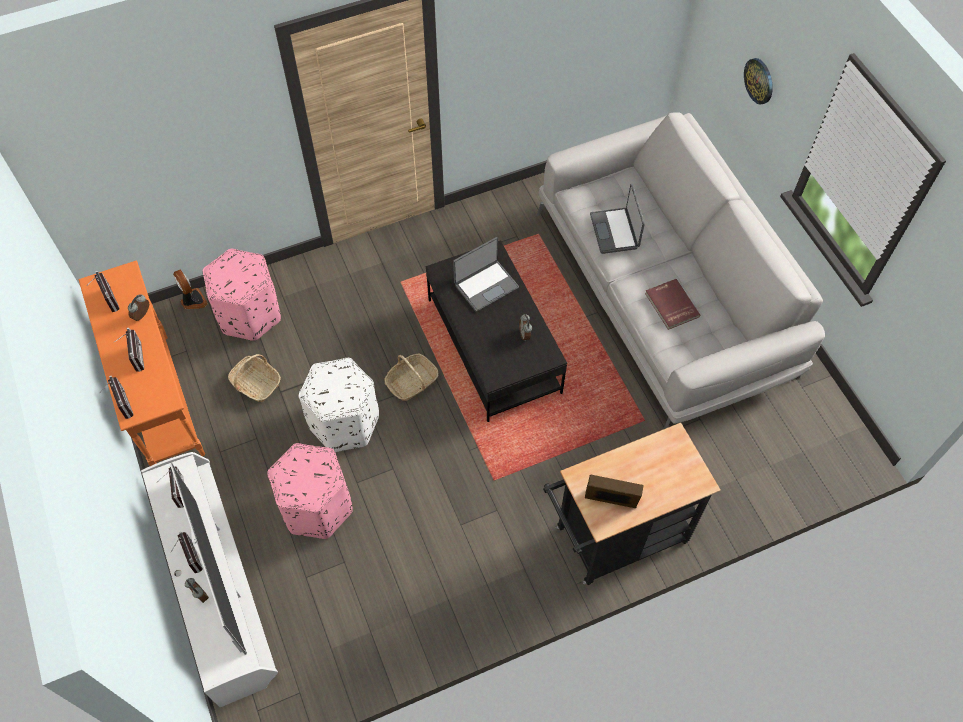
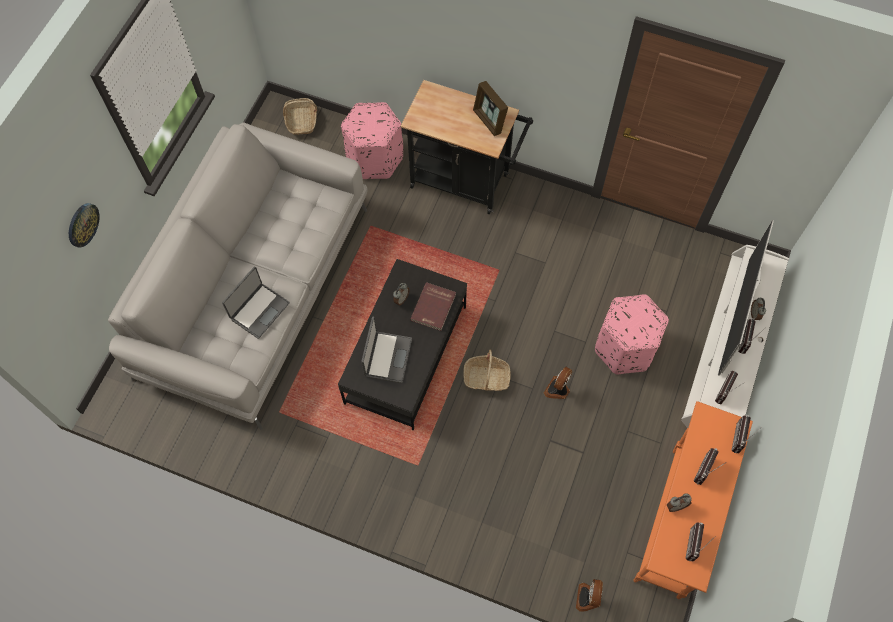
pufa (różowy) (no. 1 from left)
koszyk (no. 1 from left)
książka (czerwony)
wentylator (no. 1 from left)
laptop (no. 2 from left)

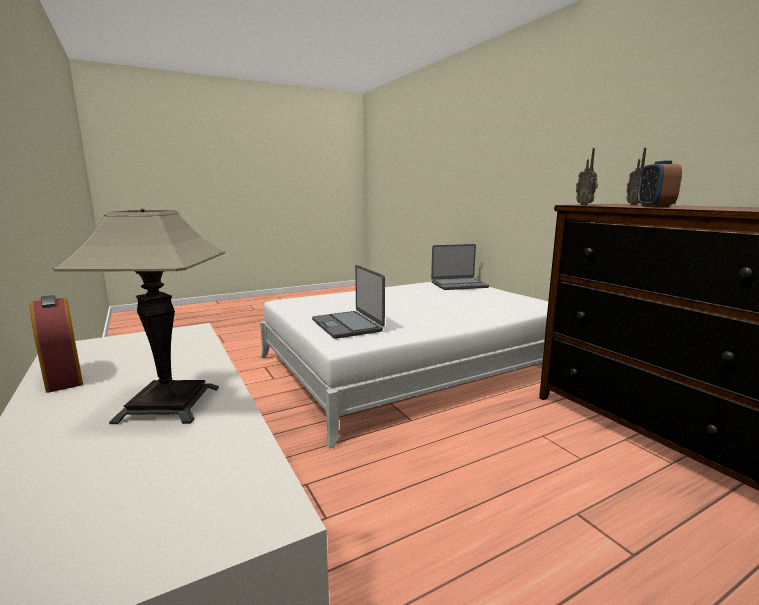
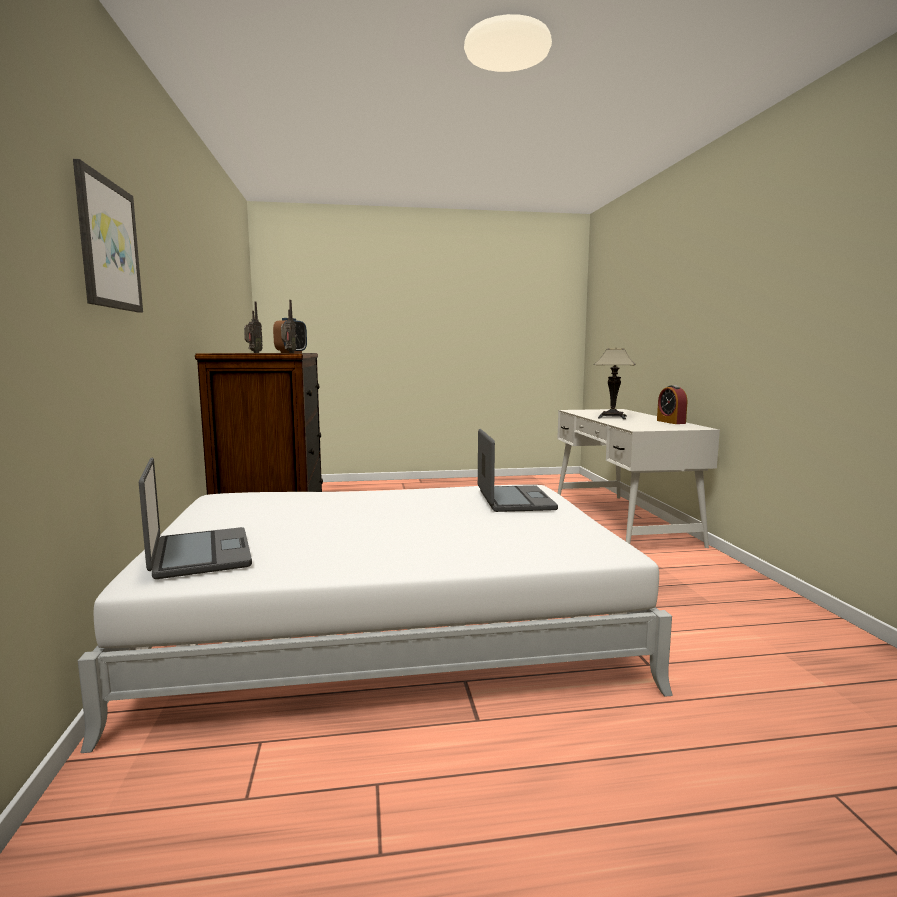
obraz
laptop (no. 1 from left)

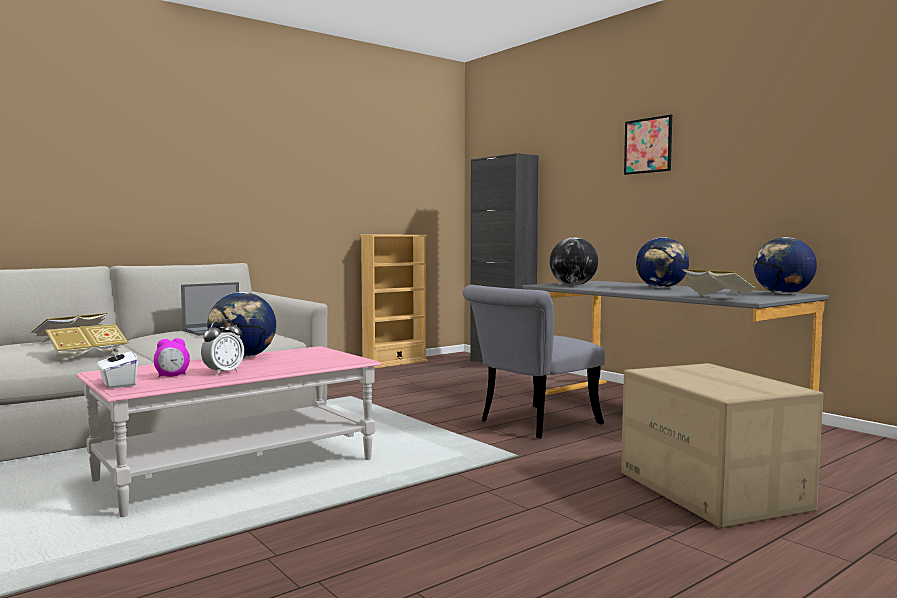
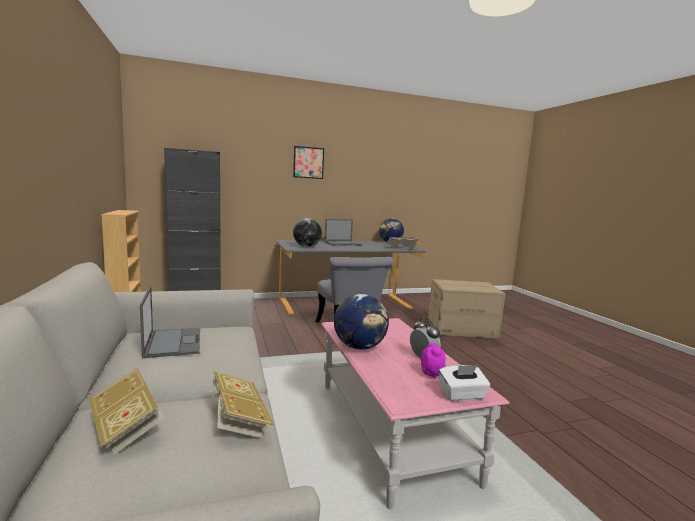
laptop (no. 2 from left)

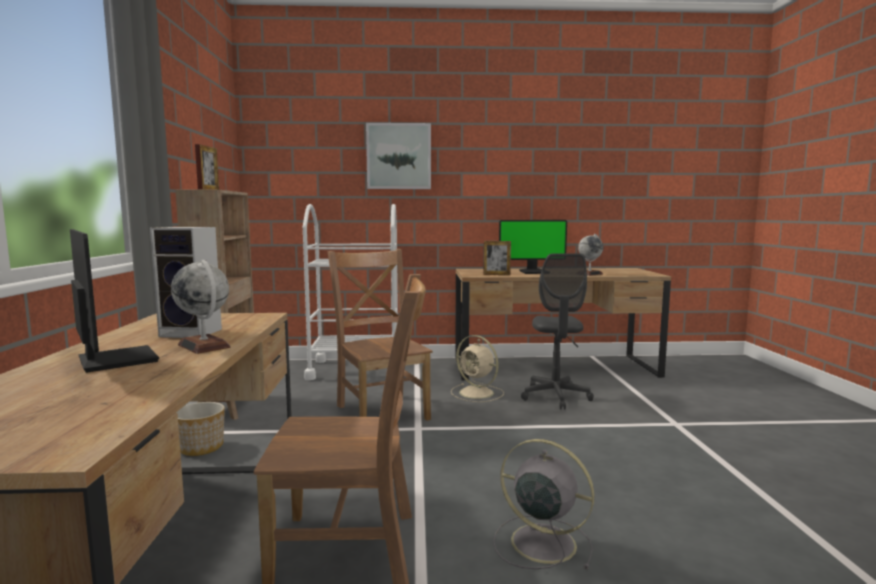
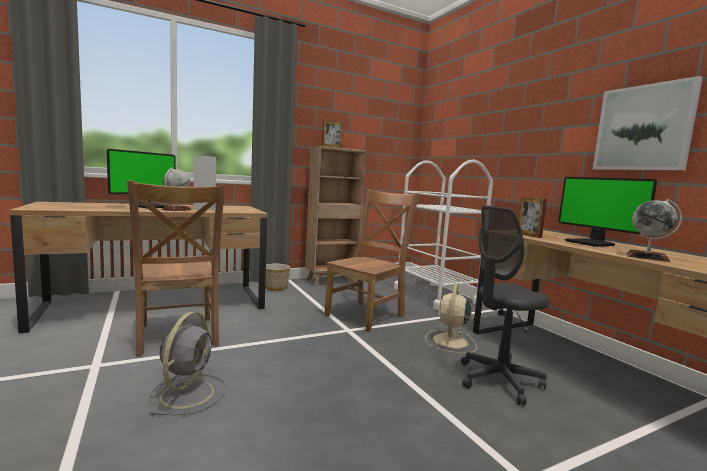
obraz

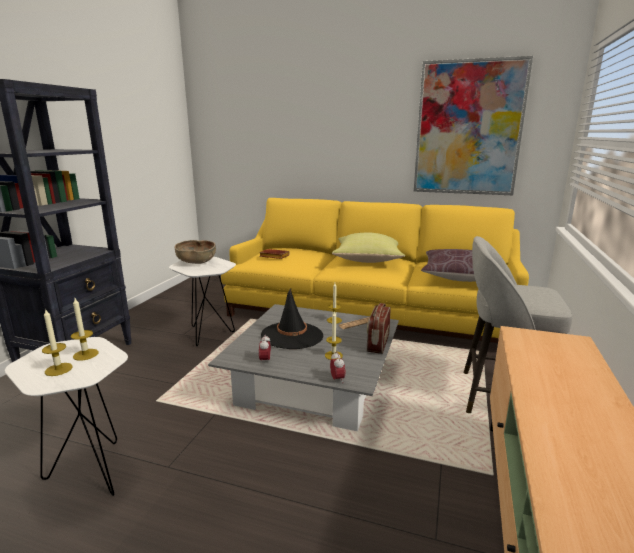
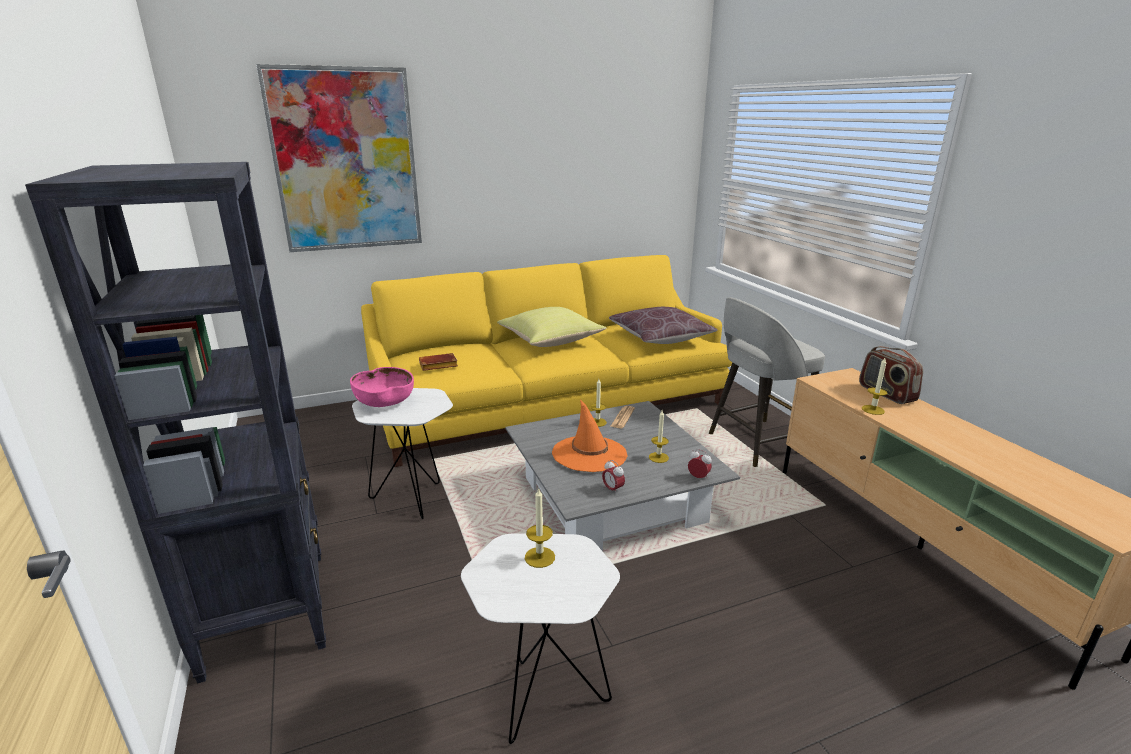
świeca (no. 4 from left)
radio
obraz
miska (różowy)
kapelusz (pomarańczowy)

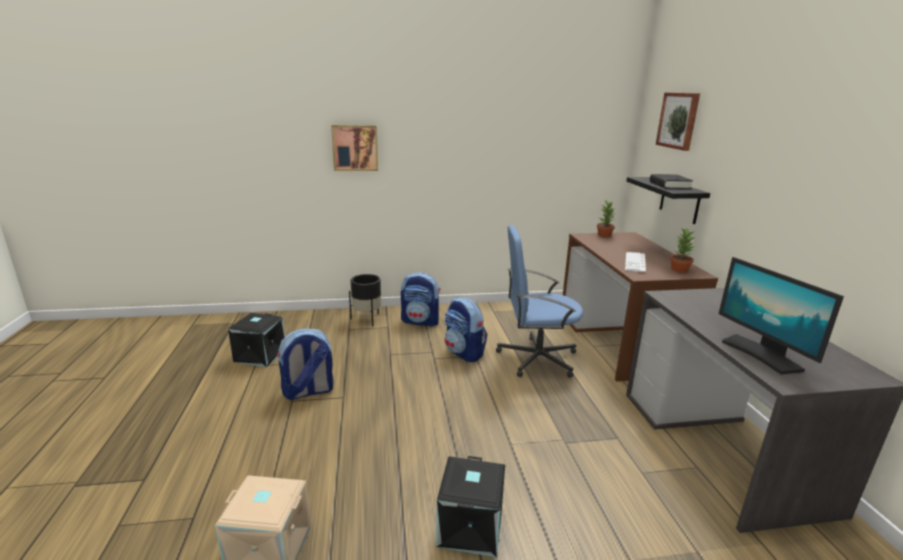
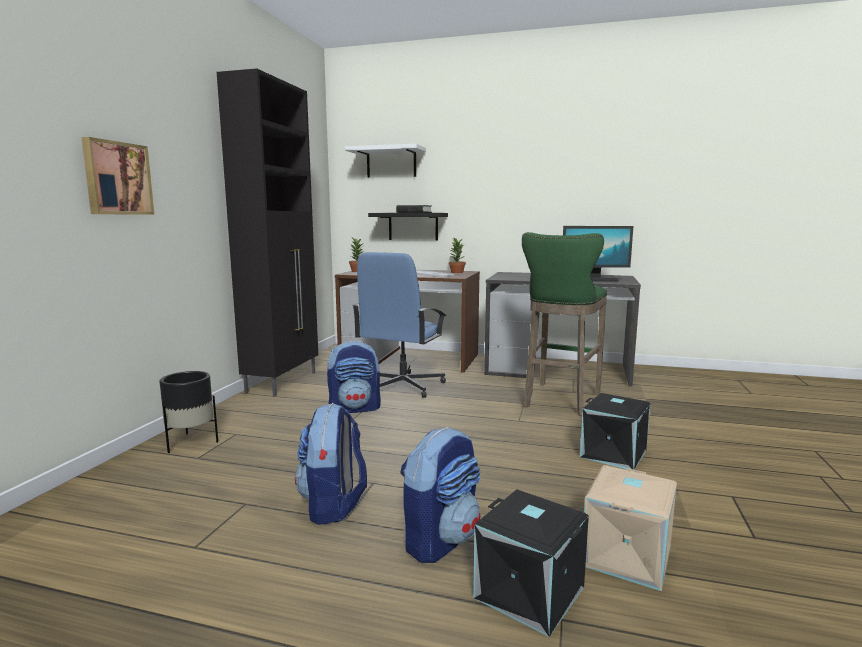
szafka (czarny)
stołek (zielony)
pojemnik do przechowywania (czarny) (no. 1 from left)
plecak (no. 3 from left)
półka (biały)

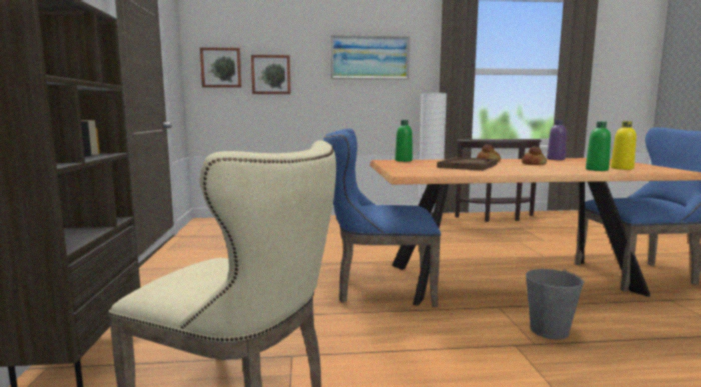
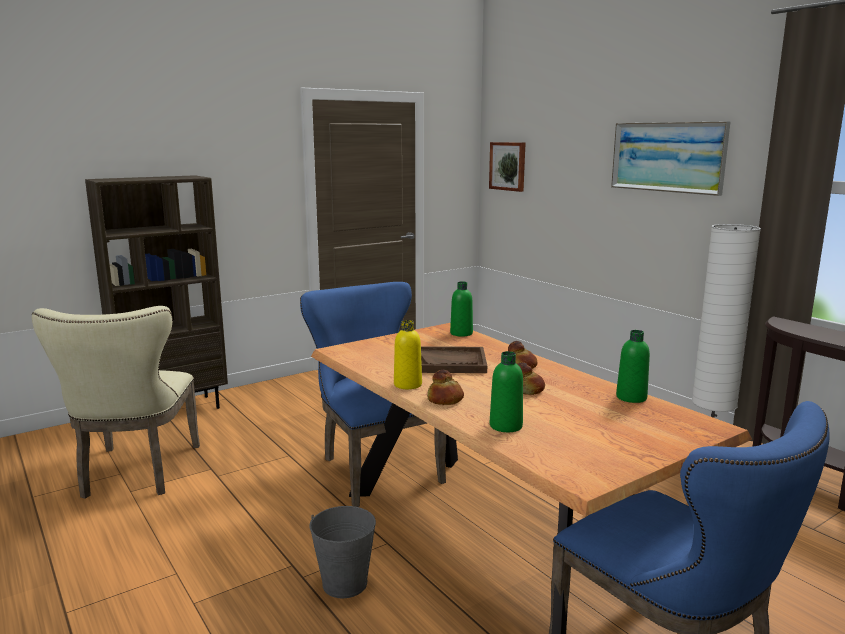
obraz (no. 2 from left in the first image)
chleb (no. 1 from left)
butelka (żółty)
butelka (zielony) (no. 3 from left)

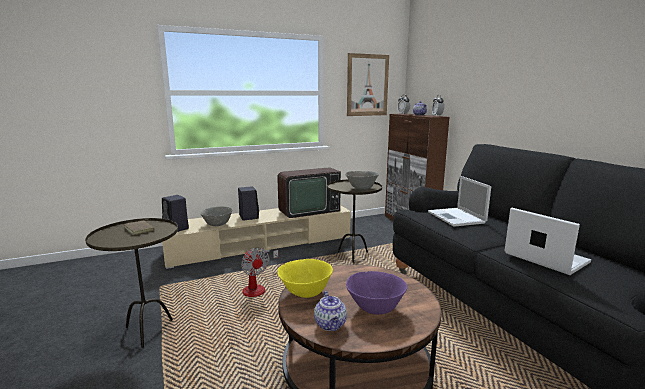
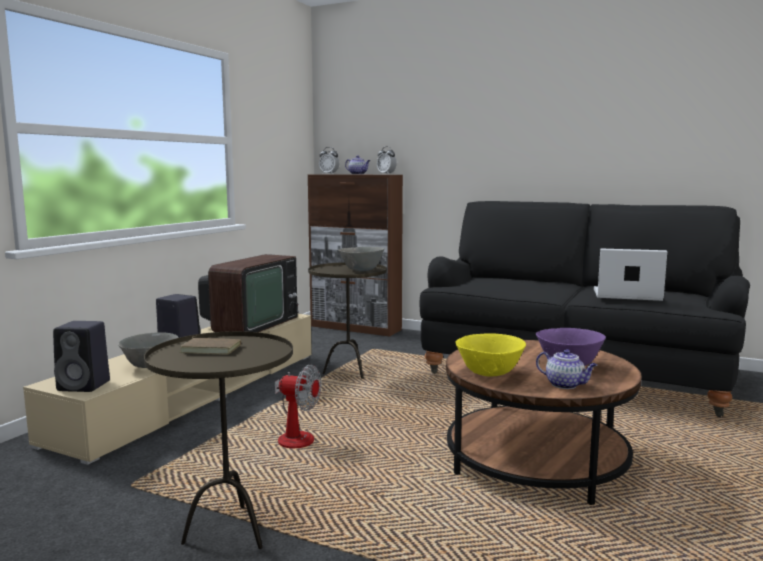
obraz
laptop (no. 1 from left in the first image)

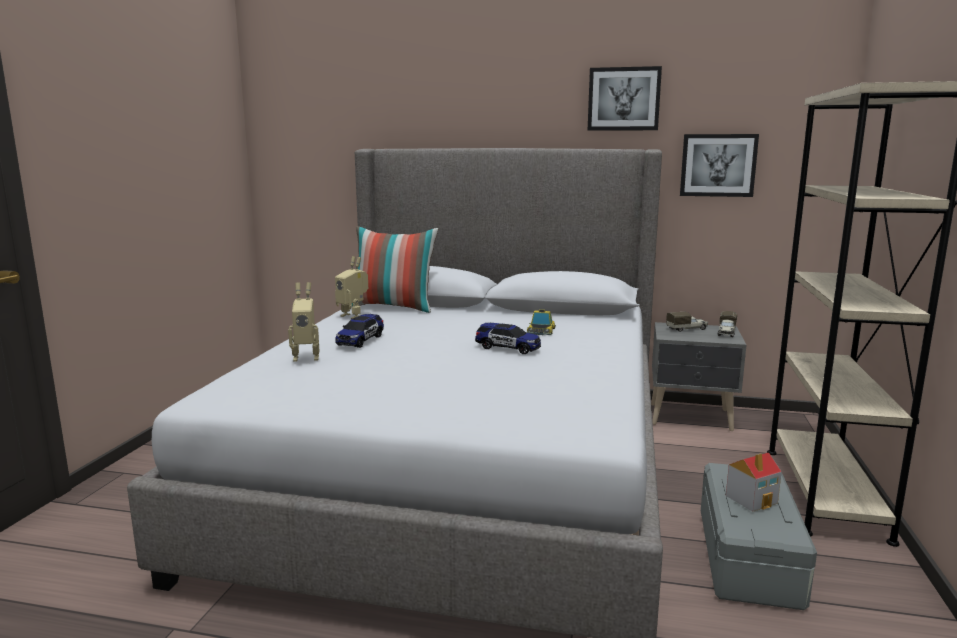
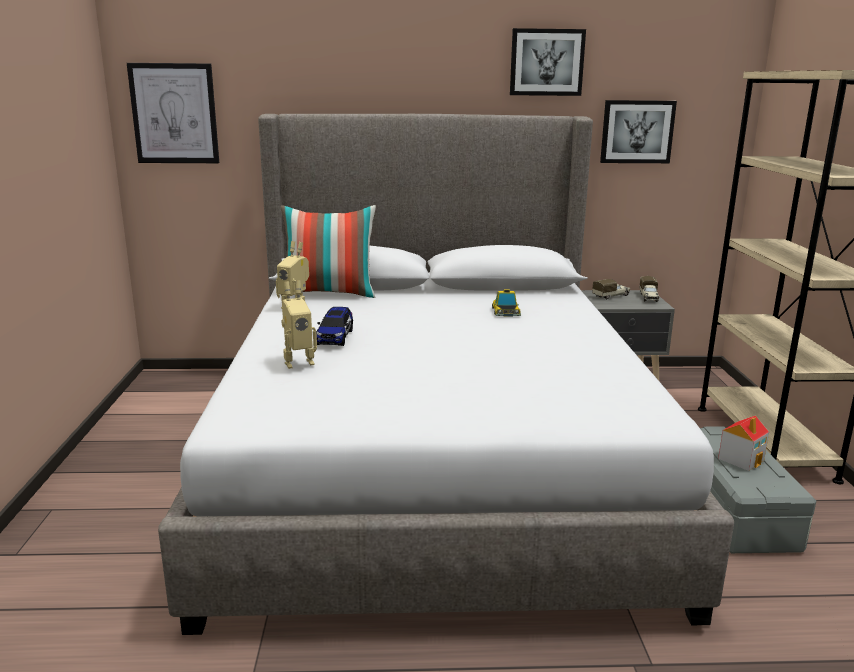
samochodzik (no. 2 from left in the first image)
obraz (no. 1 from left)

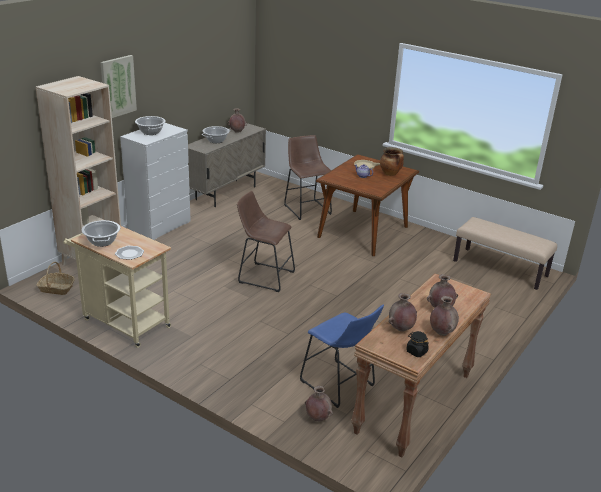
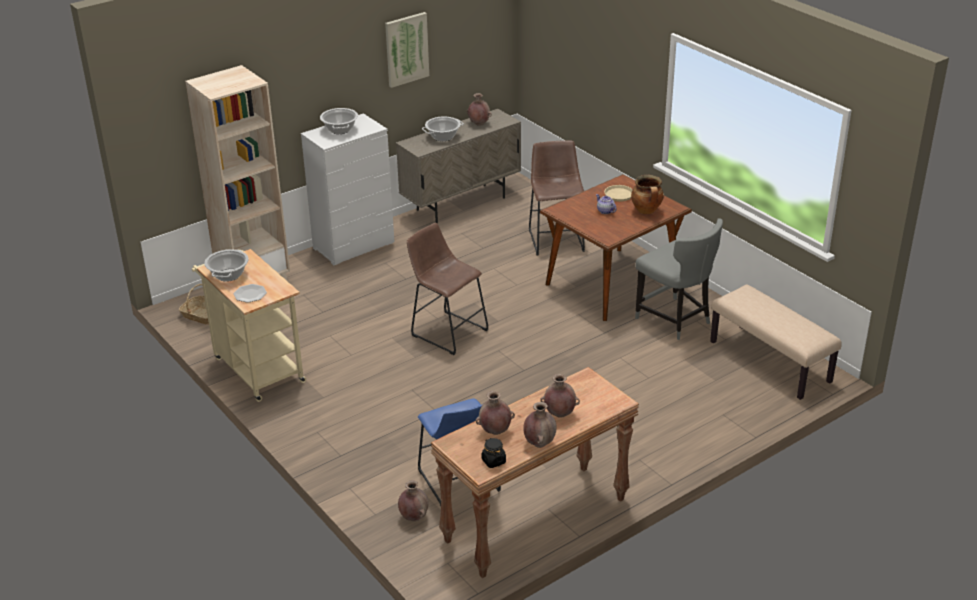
krzesło (szary)
obraz

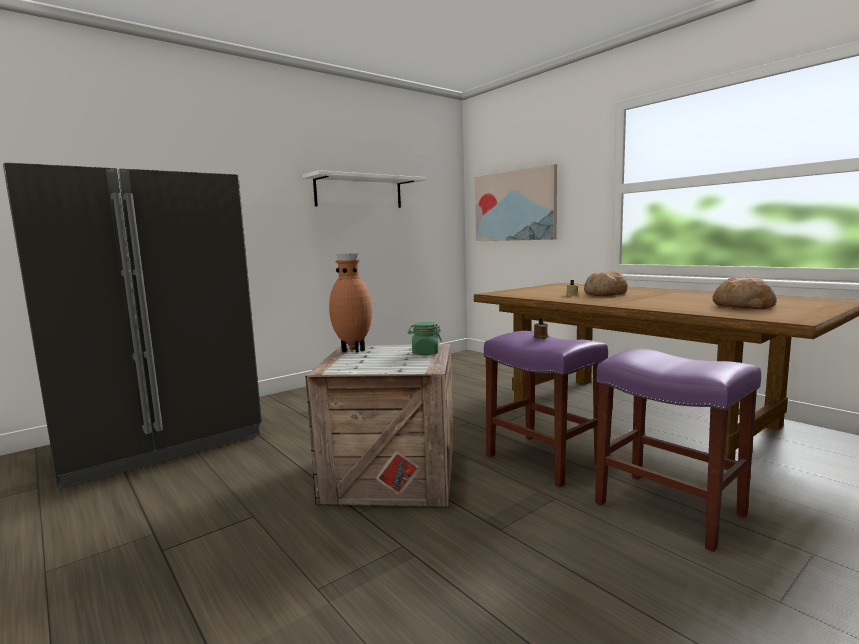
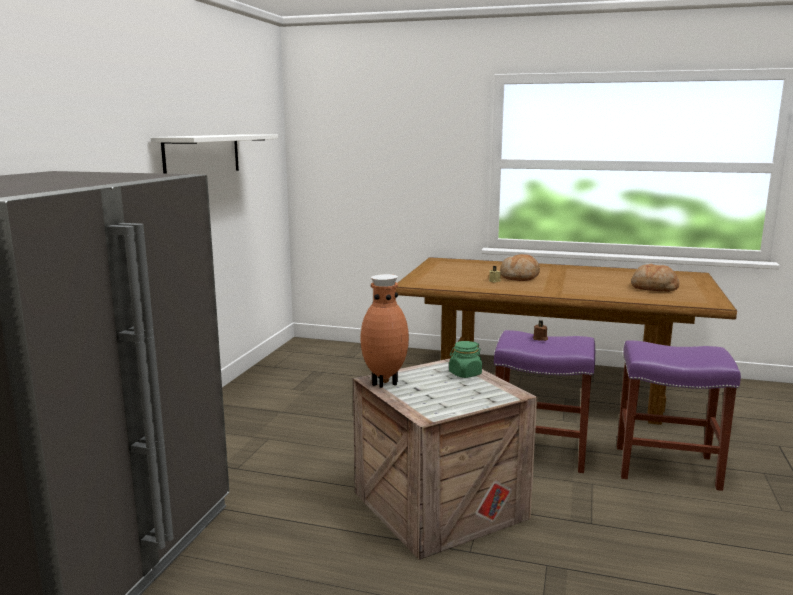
obraz

